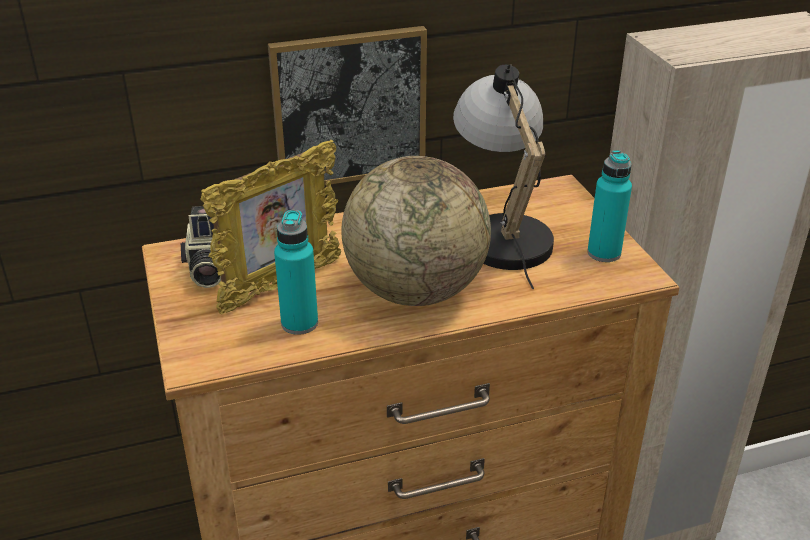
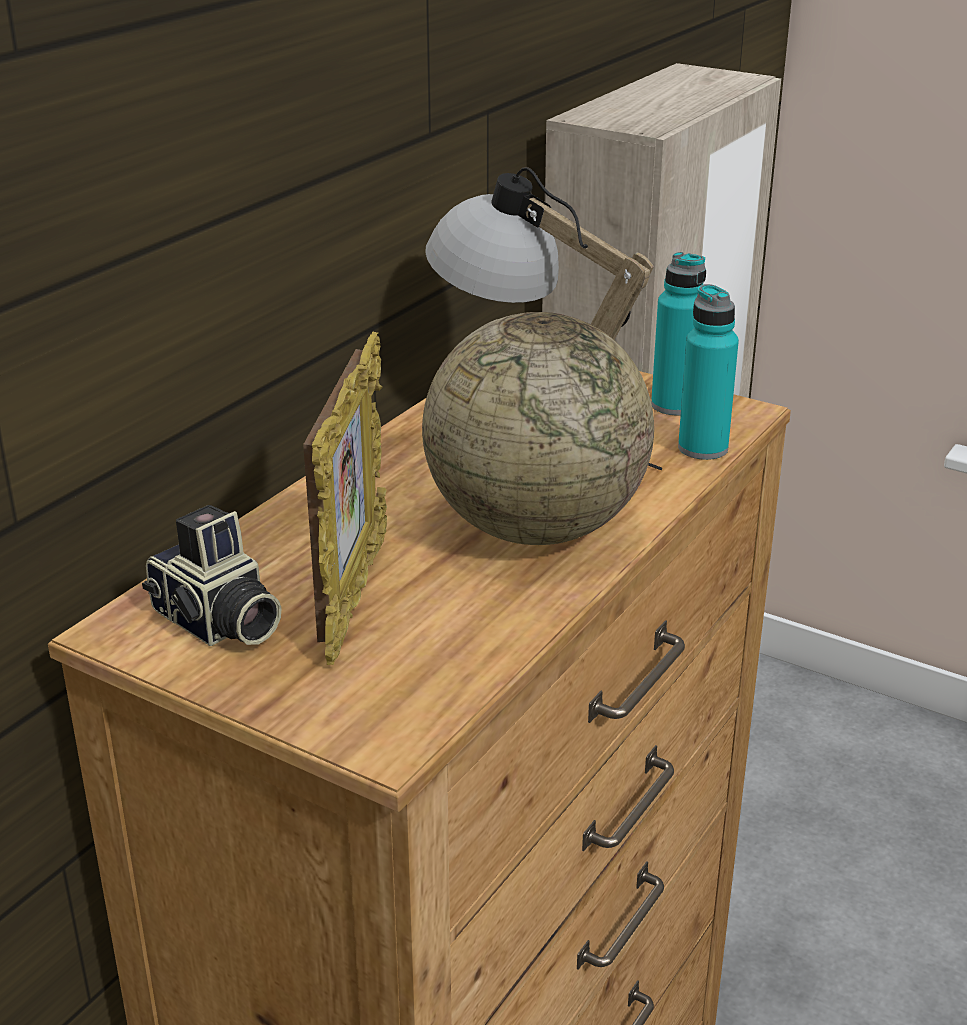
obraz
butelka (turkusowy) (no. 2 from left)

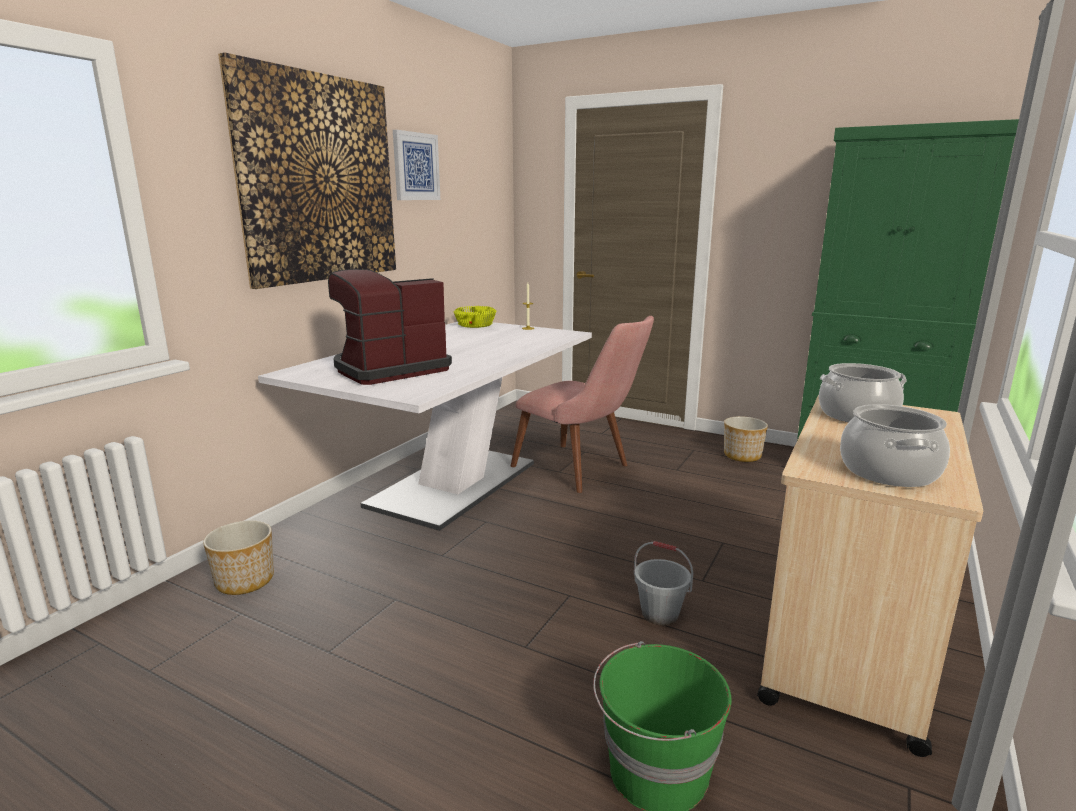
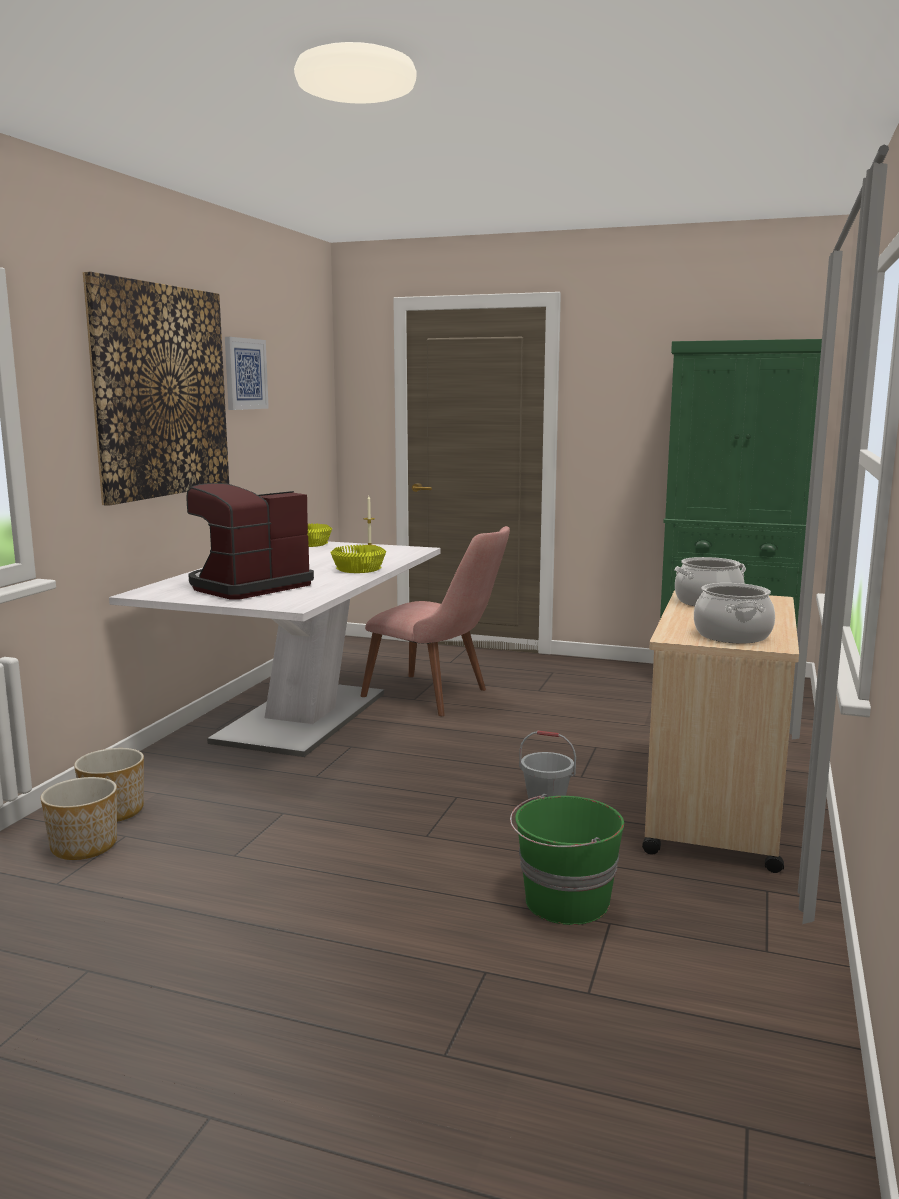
miska (żółty) (no. 2 from left)
donica (no. 1 from left)

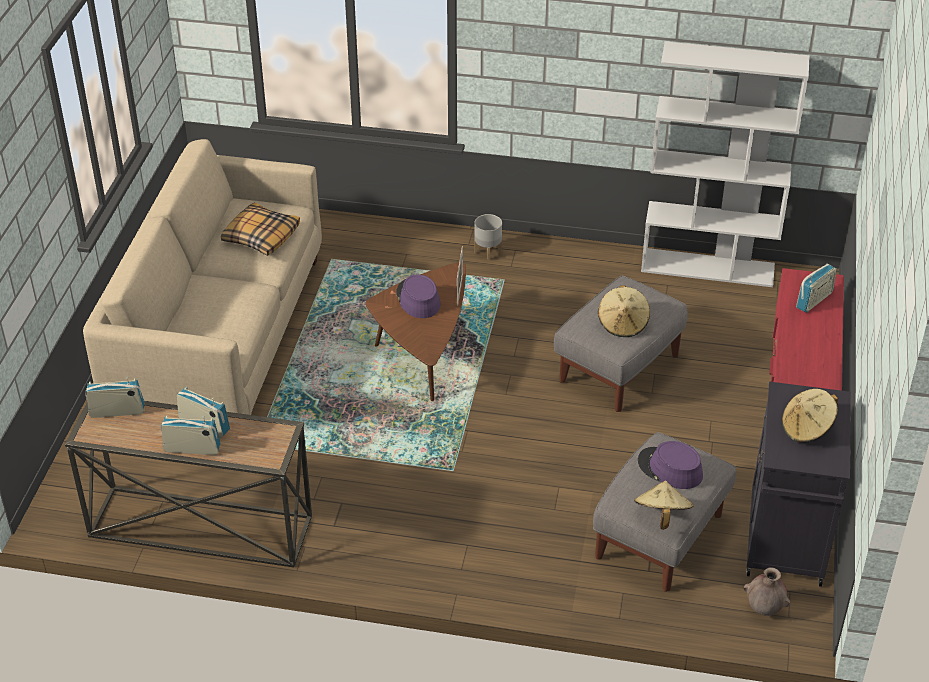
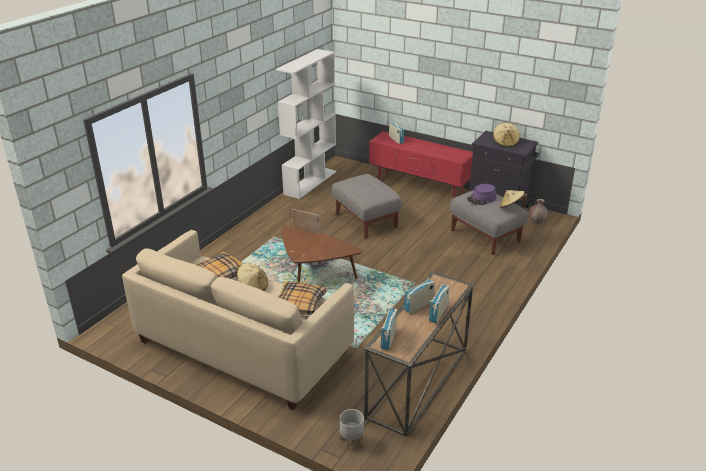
kapelusz (fioletowy) (no. 1 from left in the first image)
poduszka (no. 2 from left)
donica (szary)
kapelusz (beżowy) (no. 1 from left)

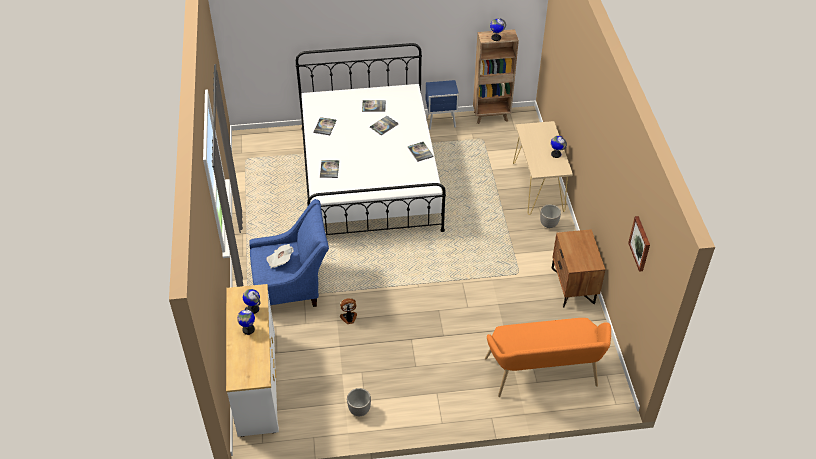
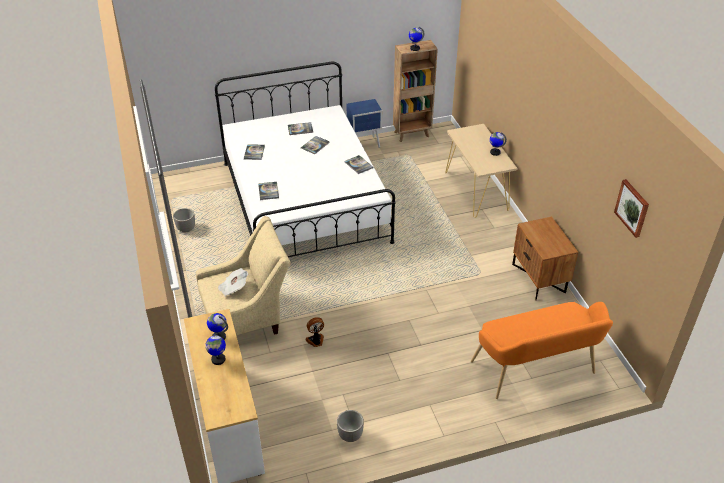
donica (no. 1 from left)
fotel (beżowy)

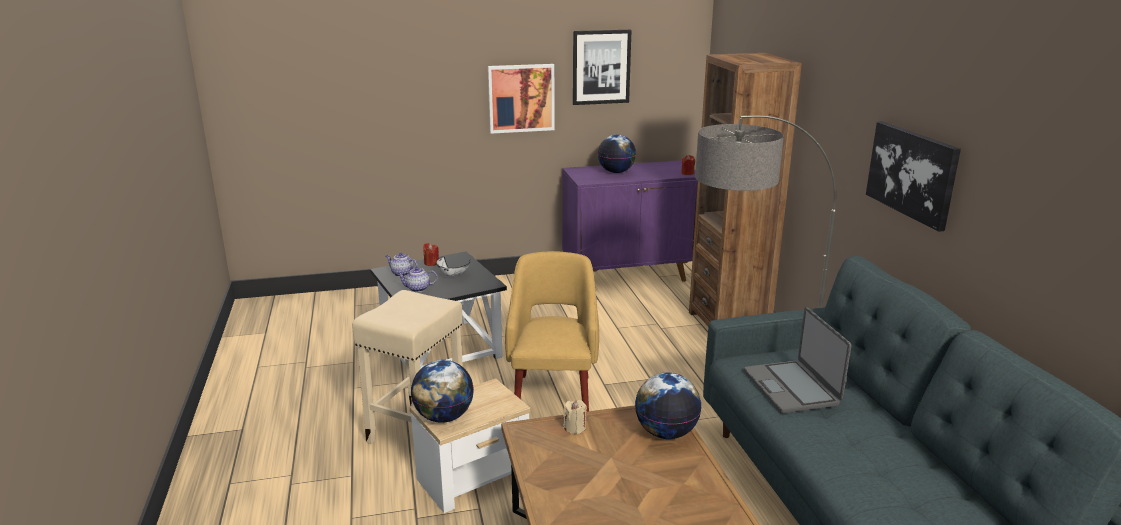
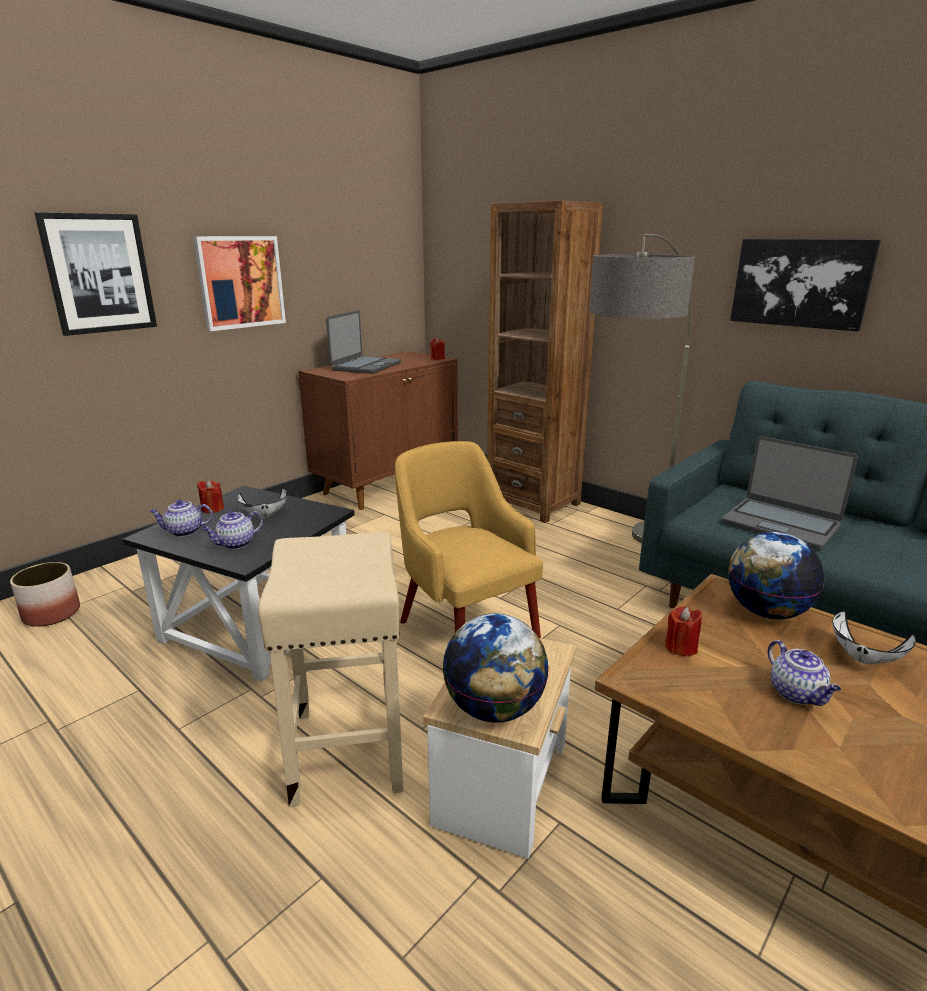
donica
imbryk (no. 3 from left)
miska (biały) (no. 2 from left)
obraz (no. 1 from left)
laptop (no. 1 from left)
szafka (brązowy)
świeca (czerwony) (no. 3 from left)

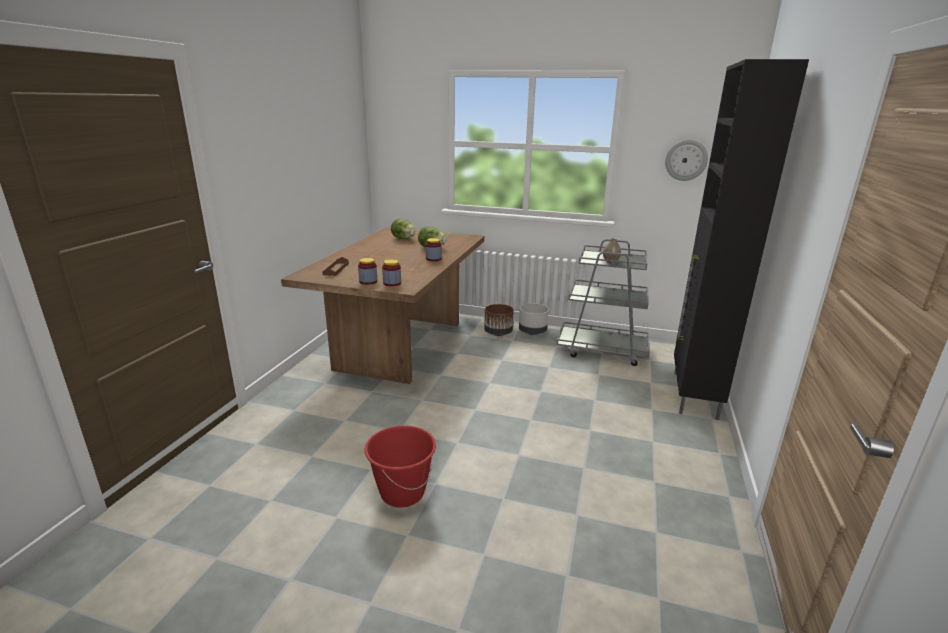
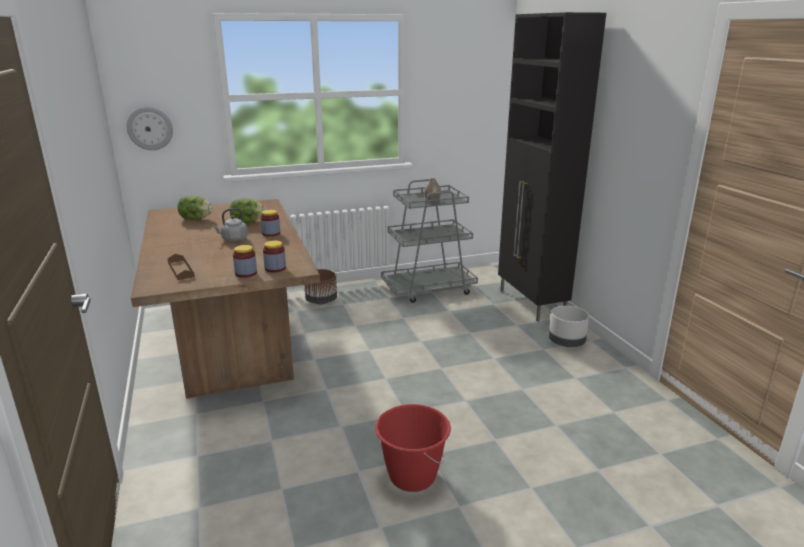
czajnik (szary)
donica (szary)
zegar ścienny

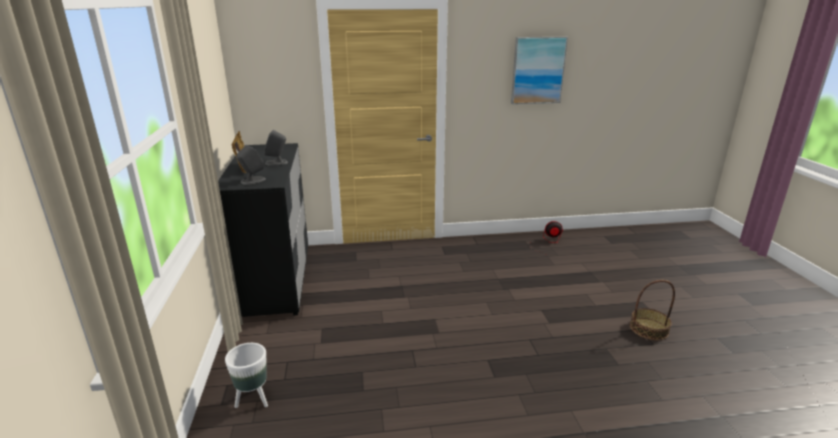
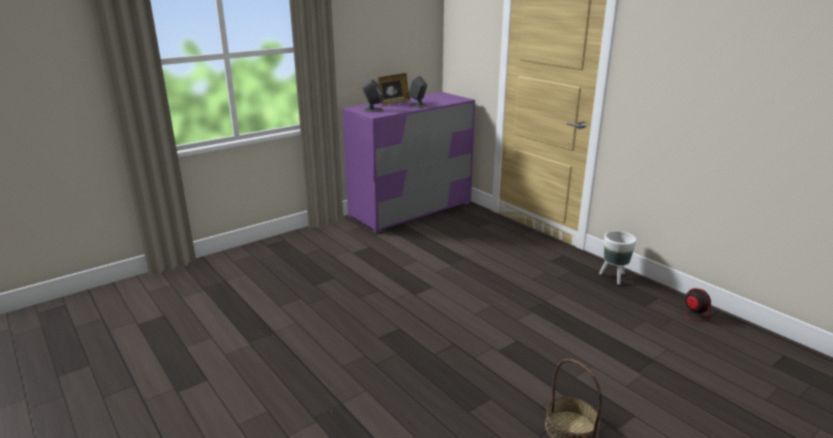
obraz
donica (biały)
komoda (fioletowy)

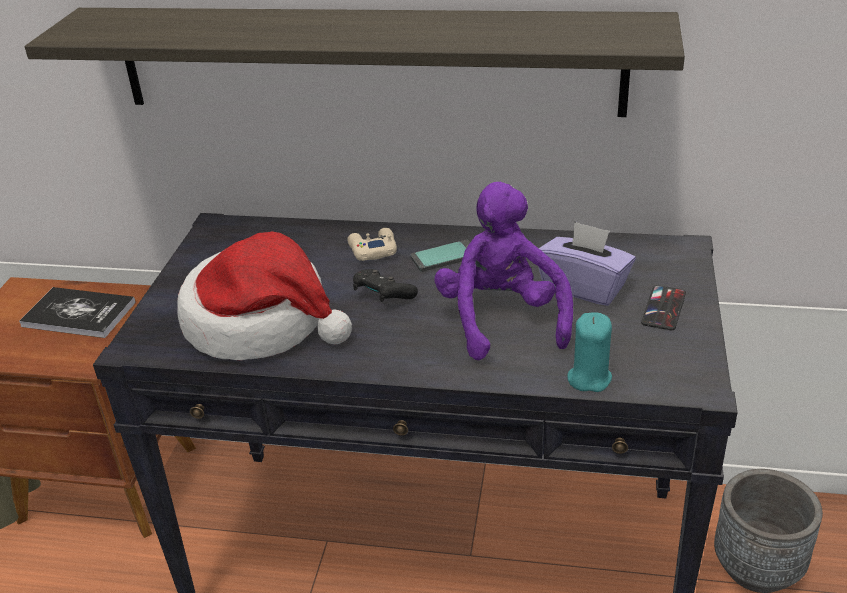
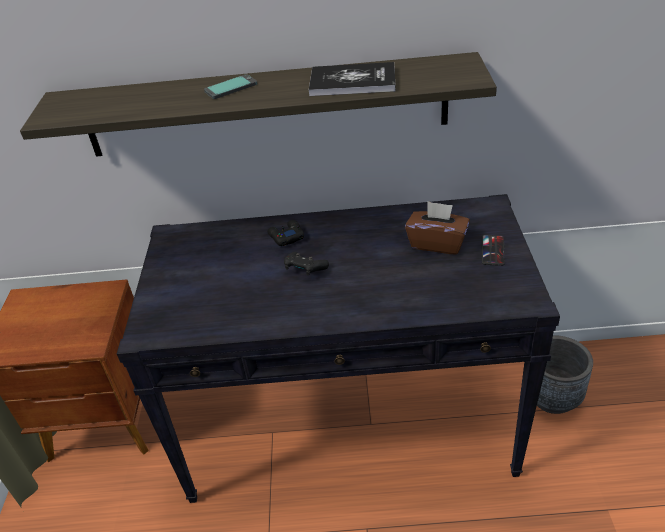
kapelusz
pluszak (fioletowy)
świeca (turkusowy)
książka
telefon (no. 1 from left)
pad do gier (czarny) (no. 1 from left)
pudełko chusteczek (brązowy)

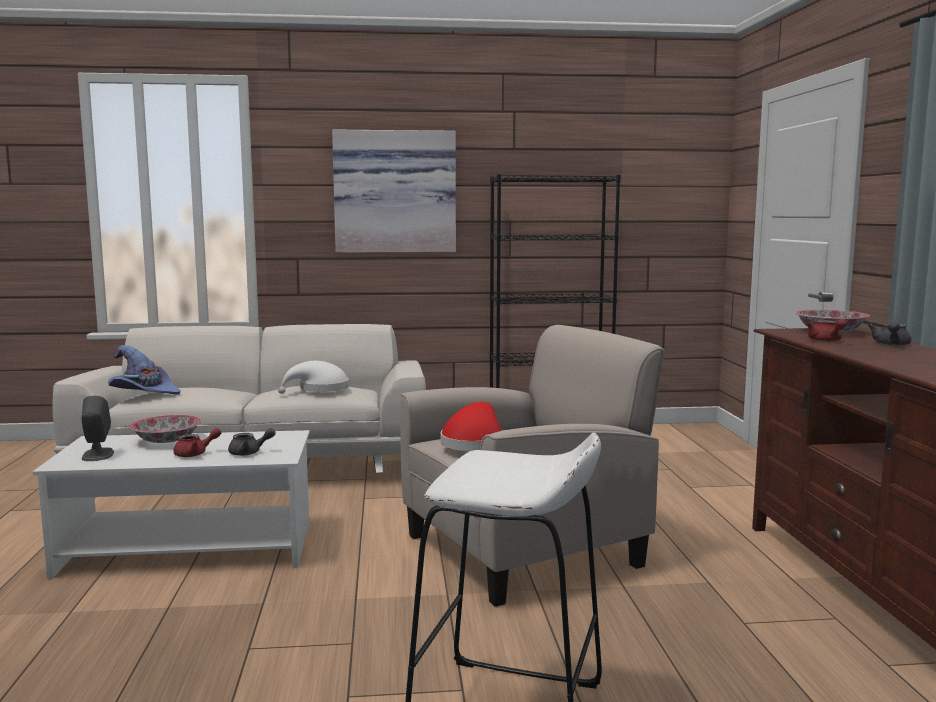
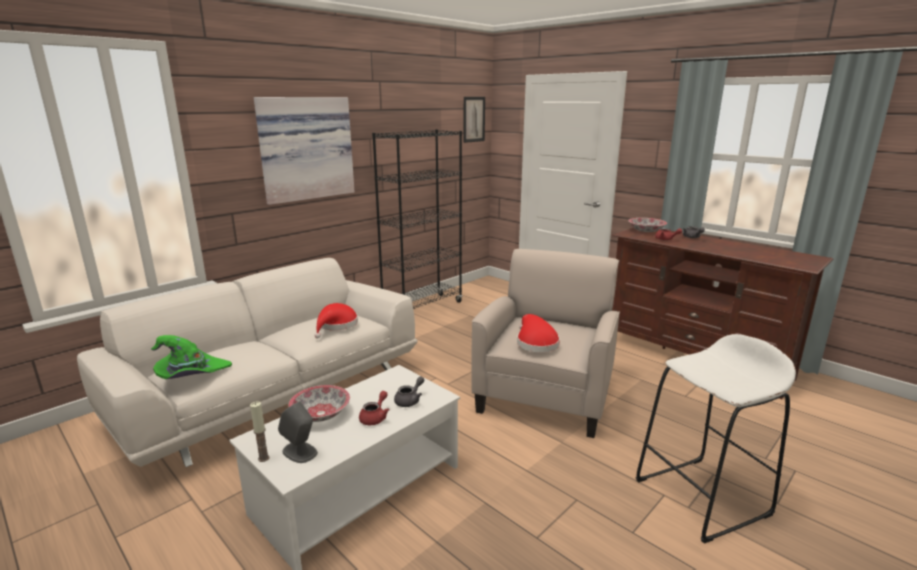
świeca
obraz (no. 2 from left)
kapelusz (zielony)
kapelusz (czerwony) (no. 1 from left)

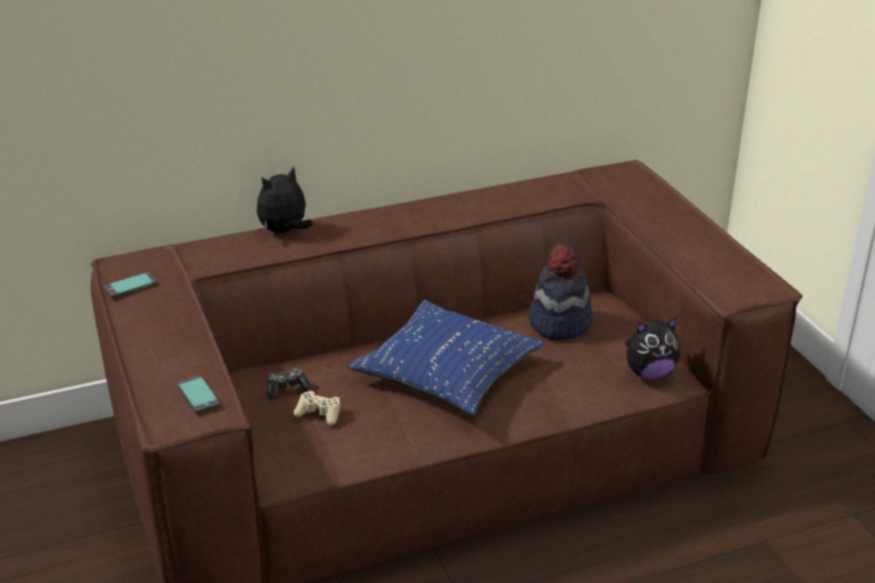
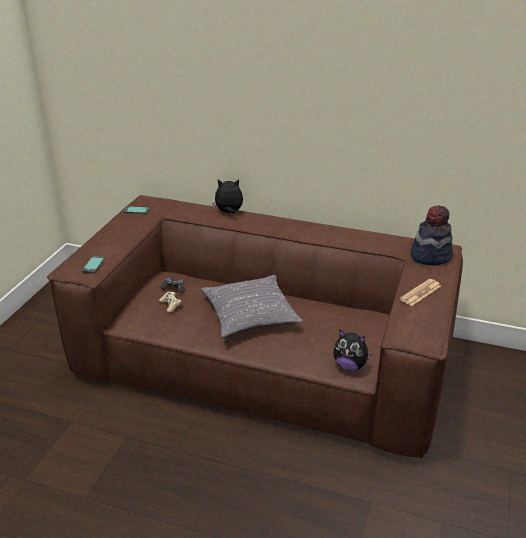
gazeta
kapelusz
poduszka (szary)

